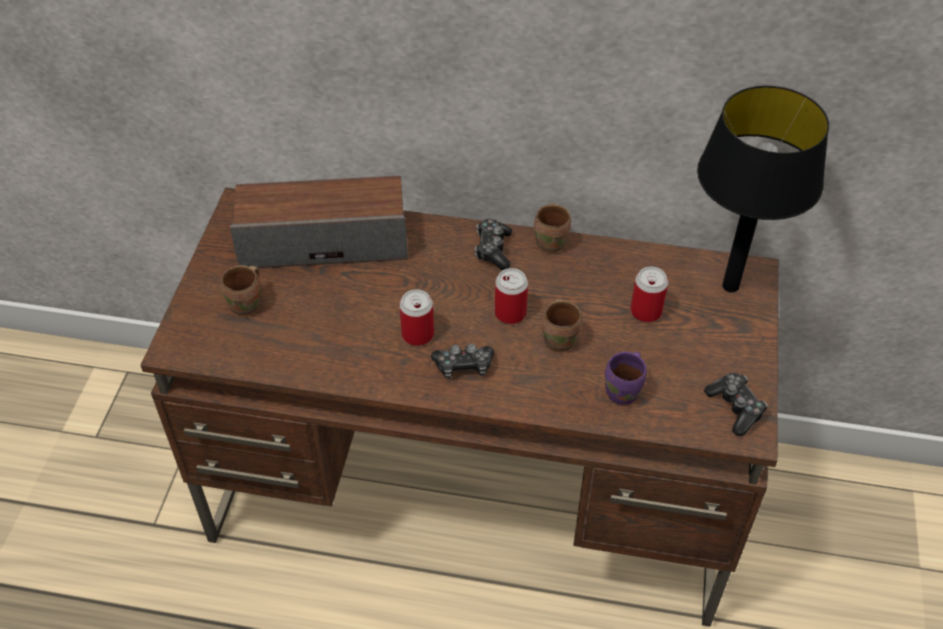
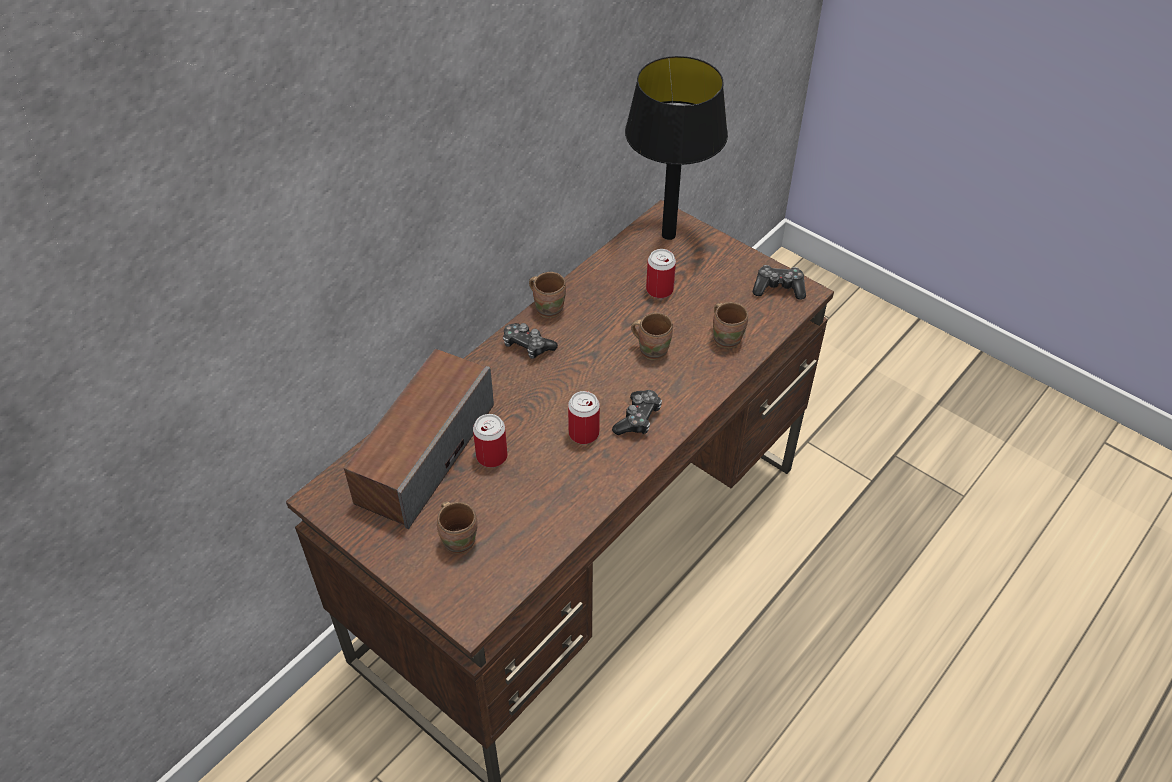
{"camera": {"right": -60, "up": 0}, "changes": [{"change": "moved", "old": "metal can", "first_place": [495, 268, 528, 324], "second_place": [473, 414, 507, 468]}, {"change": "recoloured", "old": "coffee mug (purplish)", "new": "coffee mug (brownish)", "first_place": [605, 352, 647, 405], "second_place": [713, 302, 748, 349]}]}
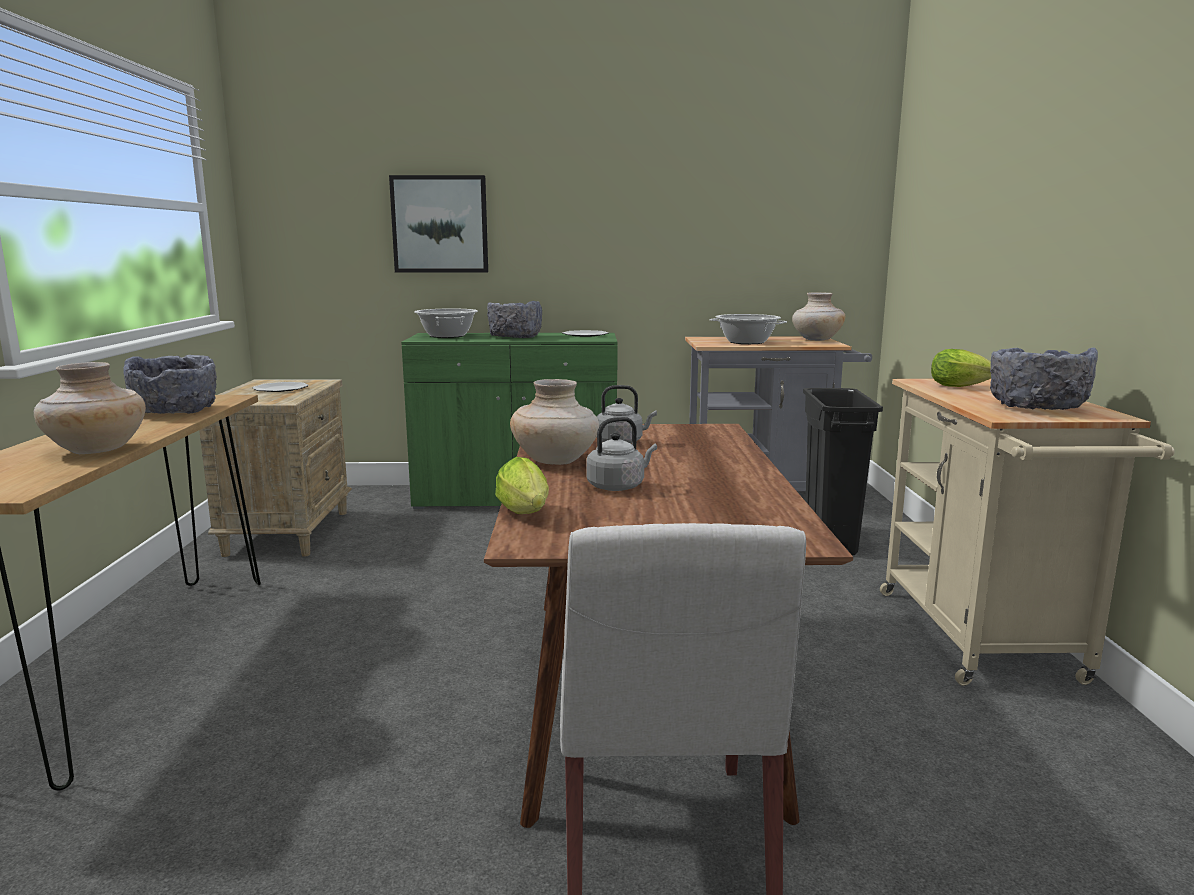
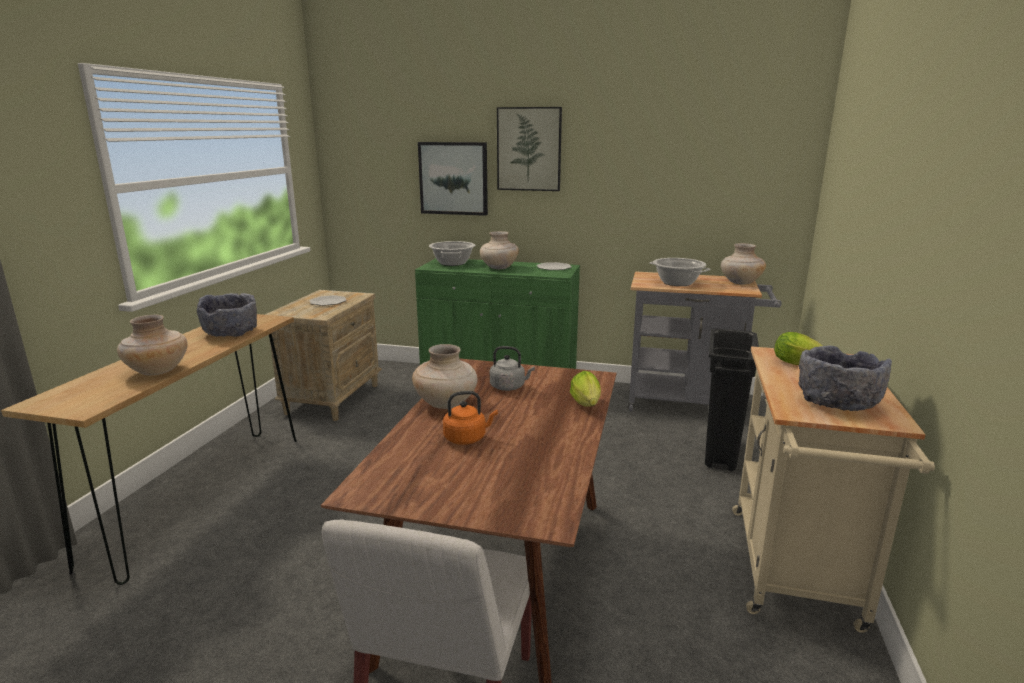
{"camera": {"right": 15, "up": 5}, "changes": [{"change": "replaced", "old": "serving bowl (greyish)", "new": "flower vase (beige-coloured)", "first_place": [487, 301, 542, 338], "second_place": [480, 231, 519, 269]}, {"change": "moved", "old": "lettuce", "first_place": [495, 457, 549, 514], "second_place": [570, 371, 601, 406]}, {"change": "recoloured", "old": "kettle (greyish)", "new": "kettle (orange-coloured)", "first_place": [586, 417, 657, 491], "second_place": [443, 391, 498, 445]}, {"change": "added", "new": "wall picture", "second_place": [497, 107, 562, 191]}]}
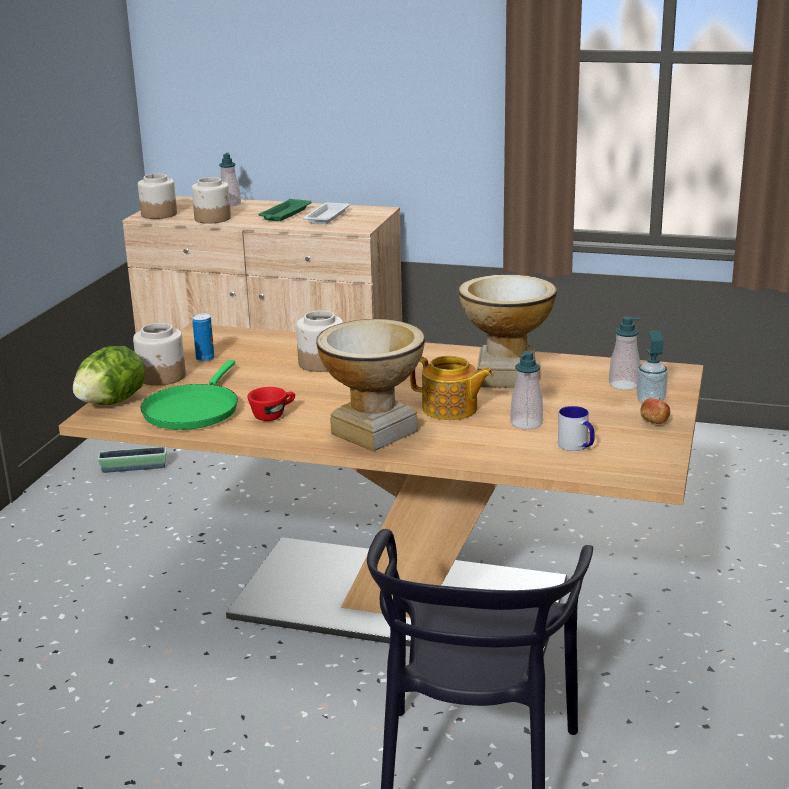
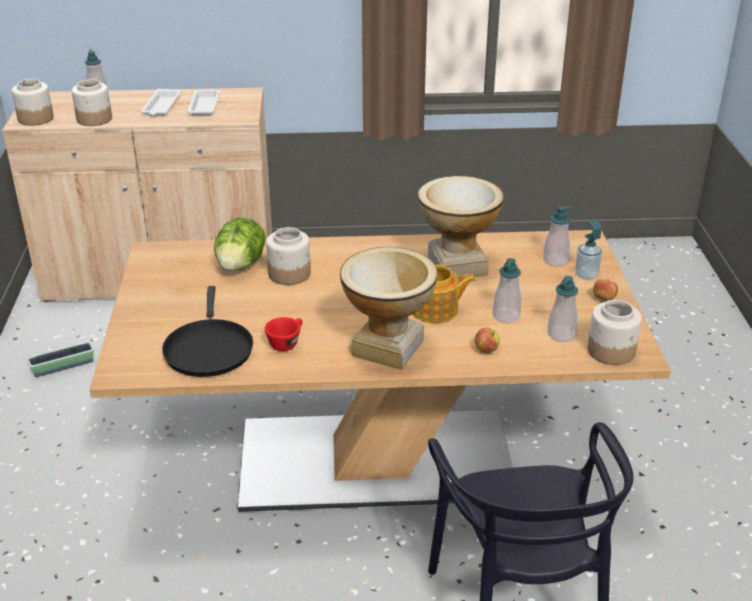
{"camera": {"right": -20, "up": 10}, "changes": [{"change": "moved", "old": "lettuce", "first_place": [73, 346, 145, 405], "second_place": [214, 217, 266, 271]}, {"change": "moved", "old": "storage jar", "first_place": [133, 323, 186, 386], "second_place": [587, 300, 642, 365]}, {"change": "recoloured", "old": "frying pan (greenish)", "new": "frying pan (black-coloured)", "first_place": [140, 360, 238, 430], "second_place": [162, 286, 253, 377]}, {"change": "removed", "old": "metal can", "first_place": [192, 313, 214, 362]}, {"change": "recoloured", "old": "serving tray (greenish)", "new": "serving tray (whitish)", "first_place": [258, 199, 312, 221], "second_place": [141, 89, 181, 116]}, {"change": "replaced", "old": "coffee mug", "new": "soap dispenser", "first_place": [558, 406, 595, 451], "second_place": [547, 276, 578, 342]}, {"change": "added", "new": "apple", "second_place": [475, 328, 500, 353]}]}
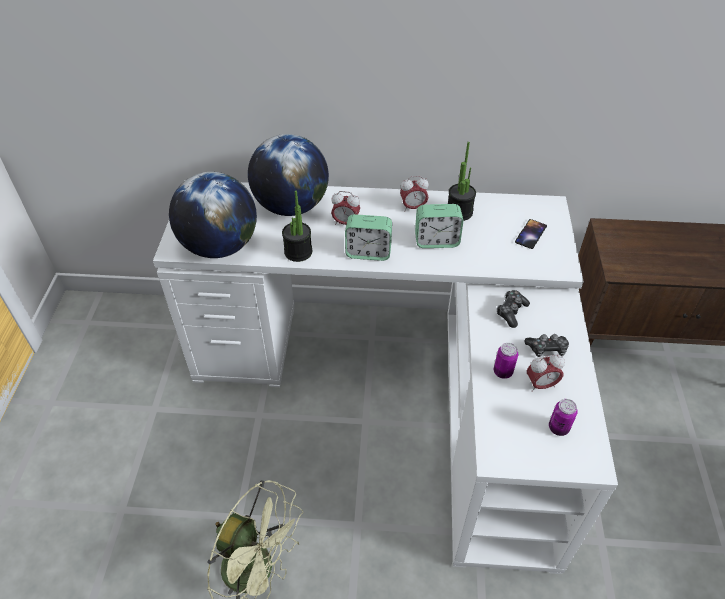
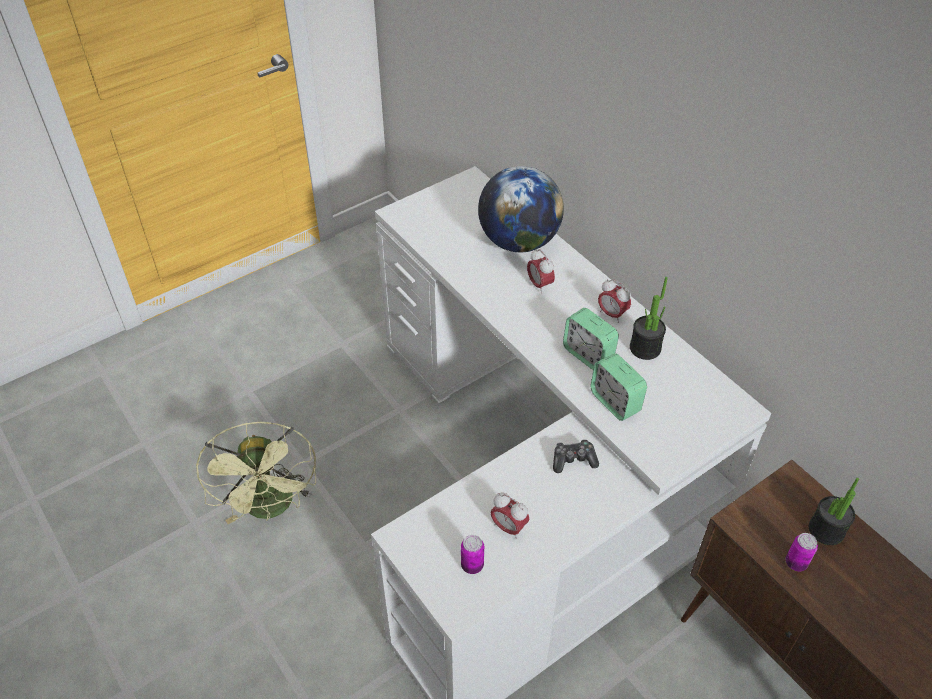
{"camera": {"right": 50, "up": 0}, "changes": [{"change": "removed", "old": "desk globe", "first_place": [169, 172, 257, 258]}, {"change": "moved", "old": "plant in a pot", "first_place": [282, 190, 312, 262], "second_place": [809, 478, 859, 545]}, {"change": "moved", "old": "bedside clock", "first_place": [345, 214, 392, 261], "second_place": [590, 353, 647, 421]}, {"change": "moved", "old": "metal can", "first_place": [494, 343, 518, 379], "second_place": [786, 533, 818, 571]}, {"change": "removed", "old": "telephone", "first_place": [515, 219, 547, 249]}, {"change": "removed", "old": "game controller", "first_place": [524, 334, 569, 357]}]}
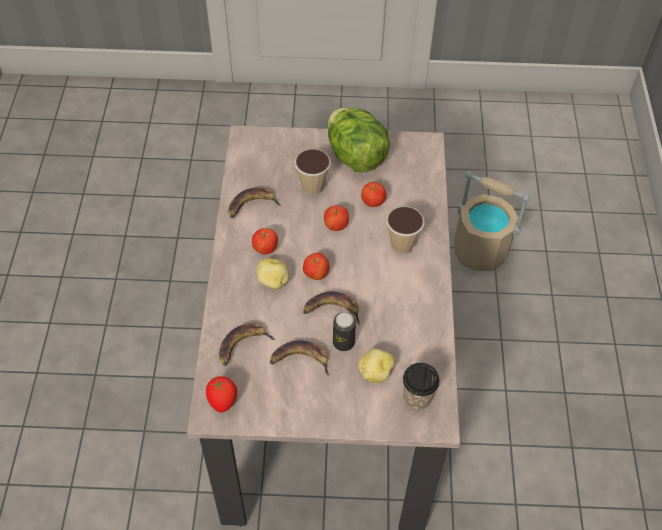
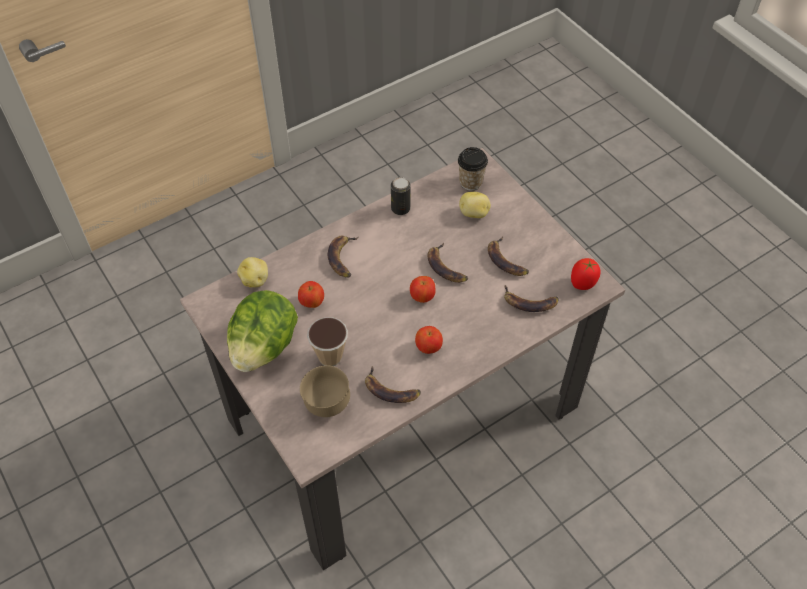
{"camera": {"right": -125, "up": 0}, "changes": [{"change": "moved", "old": "whole potato", "first_place": [257, 258, 289, 289], "second_place": [237, 257, 268, 288]}, {"change": "removed", "old": "apple", "first_place": [324, 205, 349, 231]}, {"change": "moved", "old": "metal can", "first_place": [333, 312, 356, 351], "second_place": [391, 177, 411, 215]}, {"change": "replaced", "old": "small cup", "new": "whole banana", "first_place": [387, 206, 425, 254], "second_place": [328, 236, 359, 278]}, {"change": "removed", "old": "water bucket (beige-coloured)", "first_place": [454, 171, 530, 271]}, {"change": "added", "new": "serving bowl (brownish)", "second_place": [300, 365, 350, 417]}]}
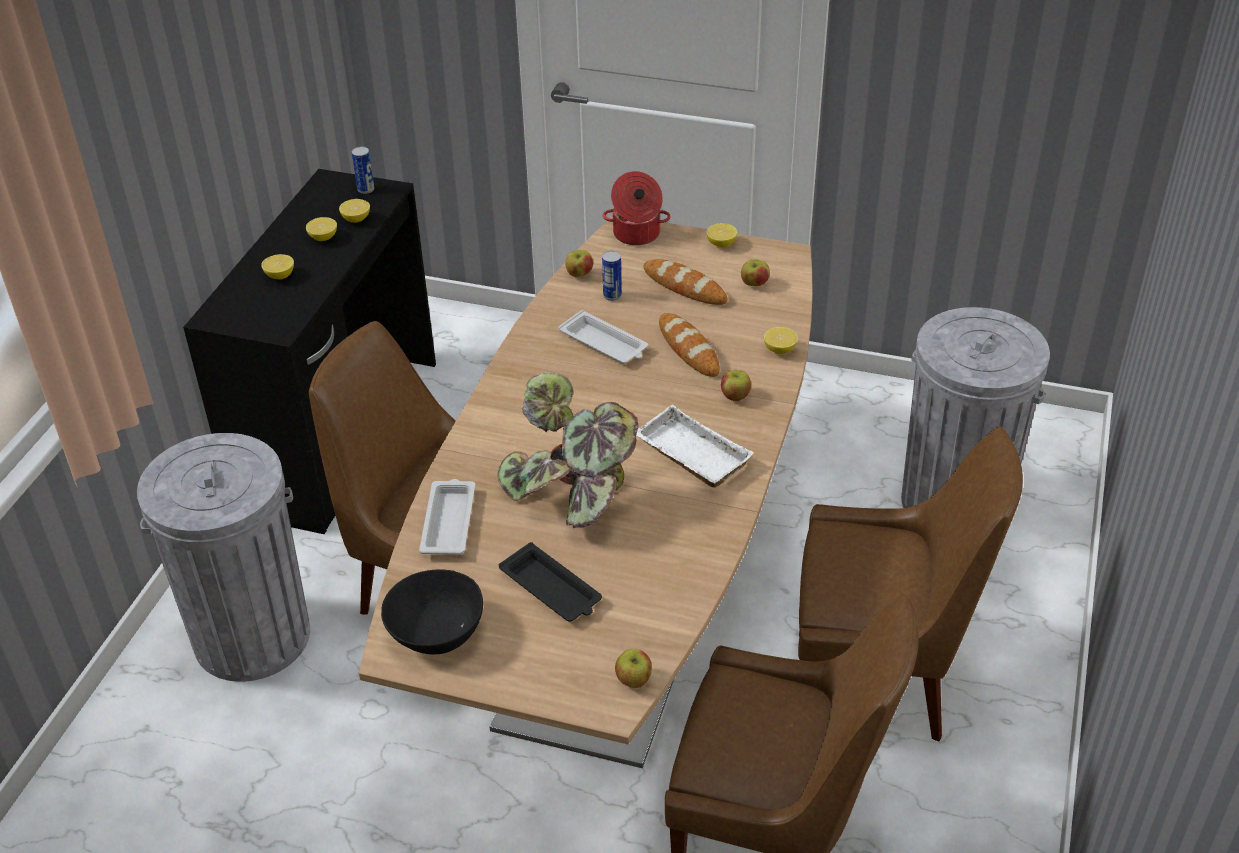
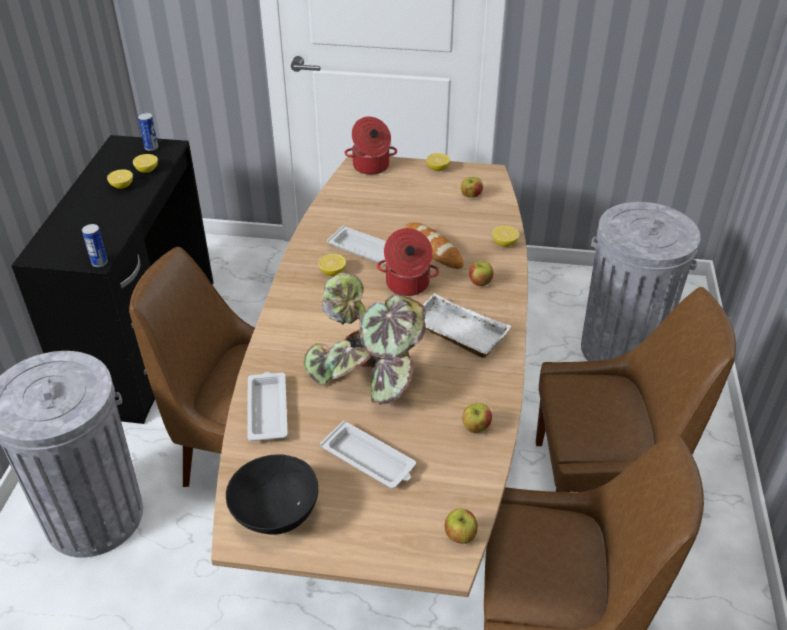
{"camera": {"right": -10, "up": 0}, "changes": [{"change": "moved", "old": "whole lemon", "first_place": [261, 254, 294, 279], "second_place": [318, 254, 346, 276]}, {"change": "recoloured", "old": "serving tray (black-coloured)", "new": "serving tray (whitish)", "first_place": [499, 542, 602, 622], "second_place": [320, 421, 416, 488]}, {"change": "moved", "old": "apple", "first_place": [565, 250, 593, 277], "second_place": [462, 403, 492, 433]}, {"change": "moved", "old": "metal can", "first_place": [602, 251, 622, 301], "second_place": [82, 224, 108, 267]}, {"change": "removed", "old": "bread", "first_place": [644, 259, 728, 305]}, {"change": "added", "new": "cooking pot", "second_place": [377, 228, 439, 296]}]}
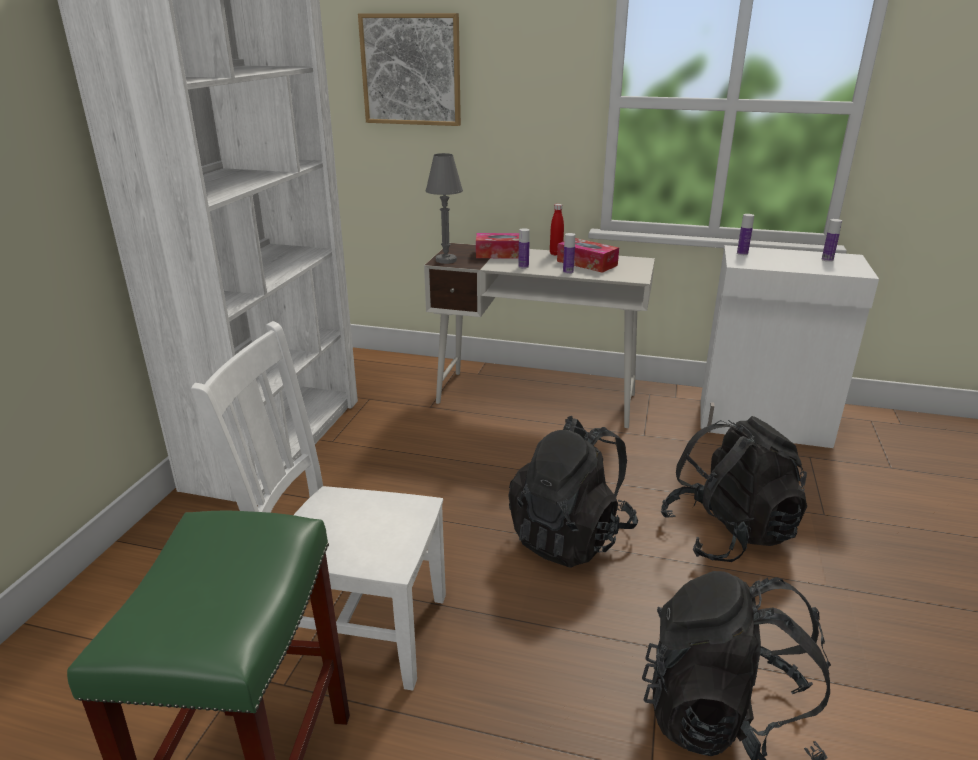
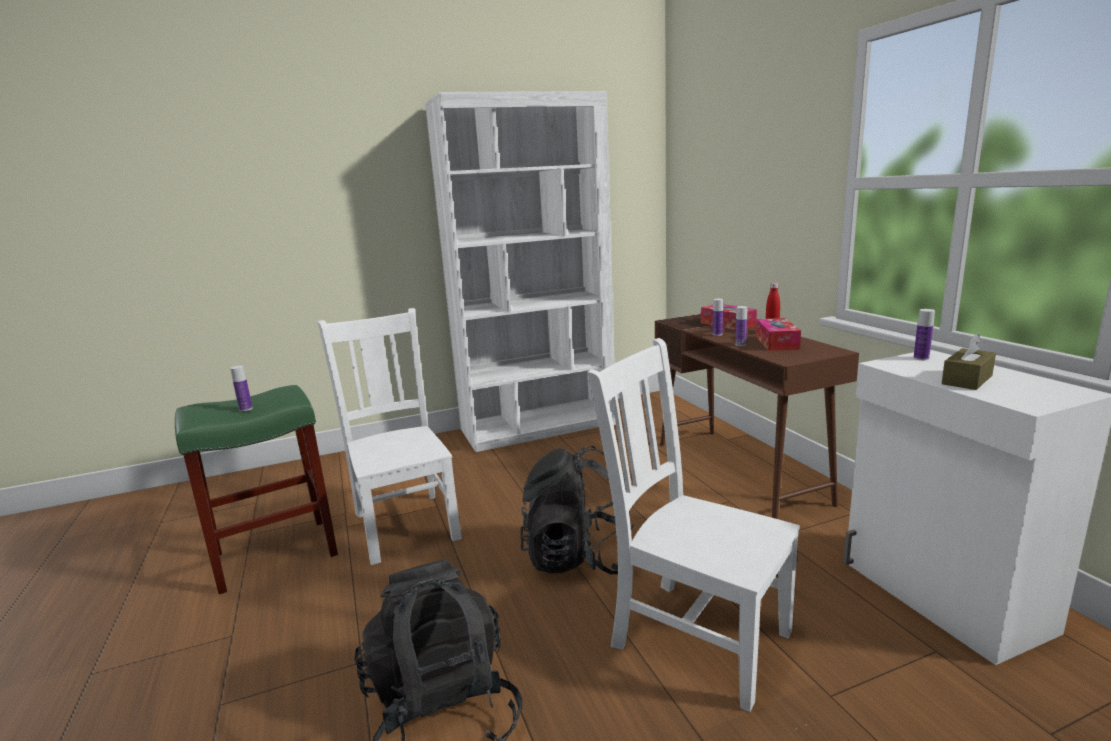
{"camera": {"right": 55, "up": -10}, "changes": [{"change": "removed", "old": "wall picture", "first_place": [358, 13, 461, 126]}, {"change": "recoloured", "old": "desk table (whitish)", "new": "desk table (brownish)", "first_place": [424, 243, 655, 428], "second_place": [655, 314, 859, 519]}, {"change": "removed", "old": "tabletop lamp (greyish)", "first_place": [426, 153, 463, 264]}, {"change": "replaced", "old": "rucksack (black-coloured)", "new": "plain chair (whitish)", "first_place": [661, 416, 807, 562], "second_place": [587, 338, 800, 712]}, {"change": "moved", "old": "beverage bottle", "first_place": [822, 219, 842, 262], "second_place": [230, 366, 253, 411]}, {"change": "added", "new": "box of tissues (brownish)", "second_place": [941, 333, 996, 390]}]}
